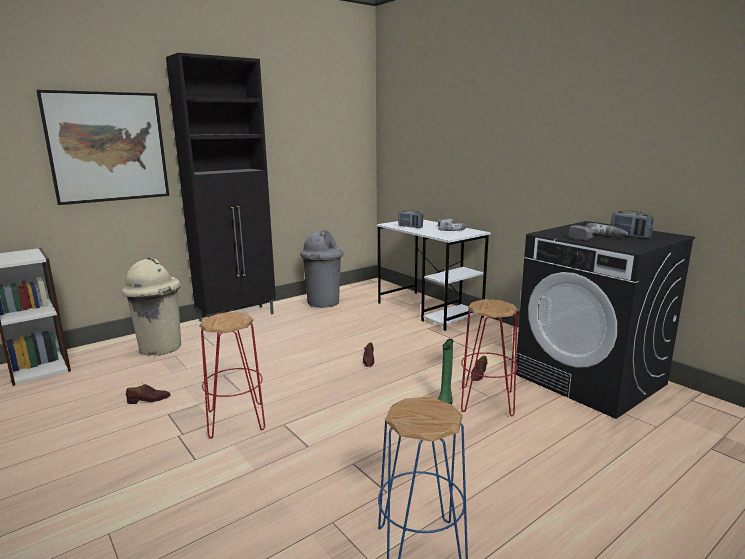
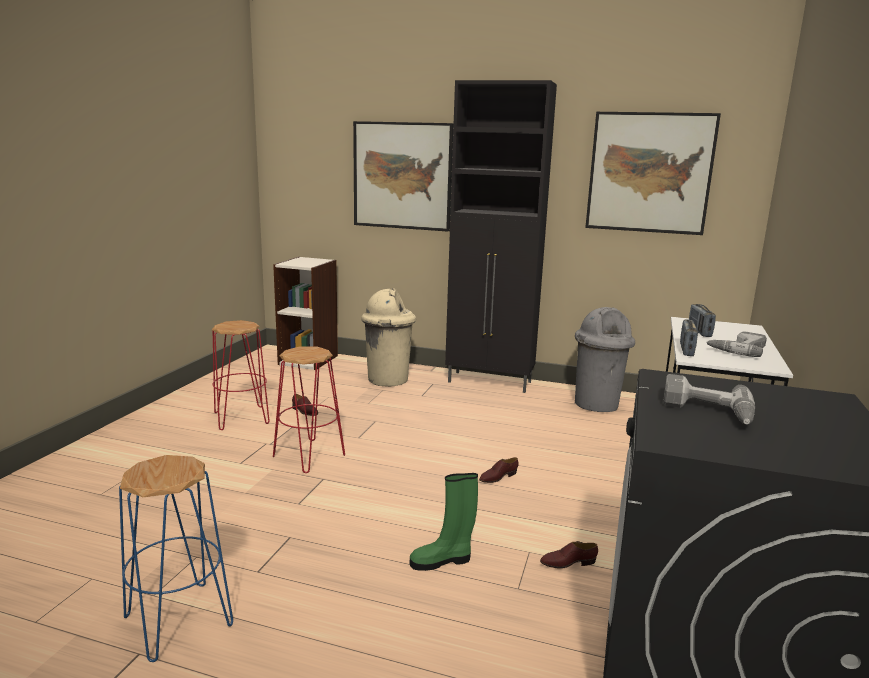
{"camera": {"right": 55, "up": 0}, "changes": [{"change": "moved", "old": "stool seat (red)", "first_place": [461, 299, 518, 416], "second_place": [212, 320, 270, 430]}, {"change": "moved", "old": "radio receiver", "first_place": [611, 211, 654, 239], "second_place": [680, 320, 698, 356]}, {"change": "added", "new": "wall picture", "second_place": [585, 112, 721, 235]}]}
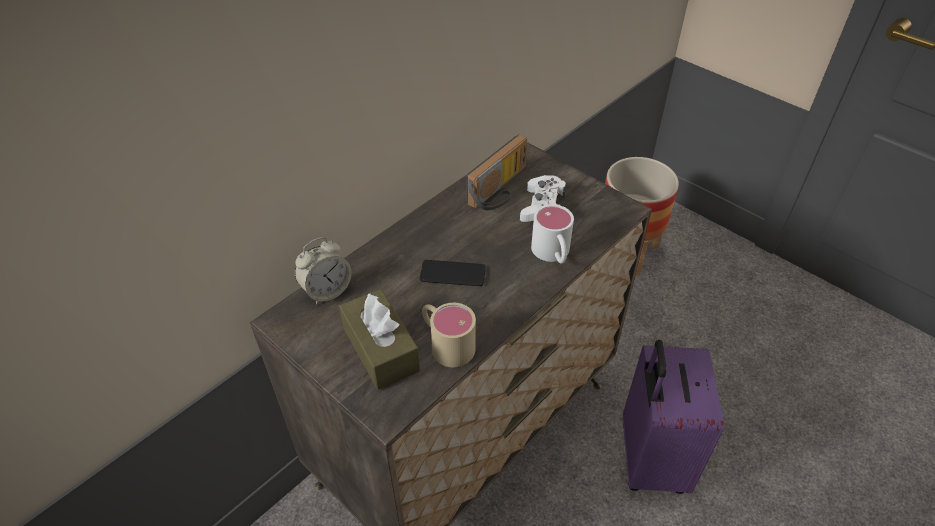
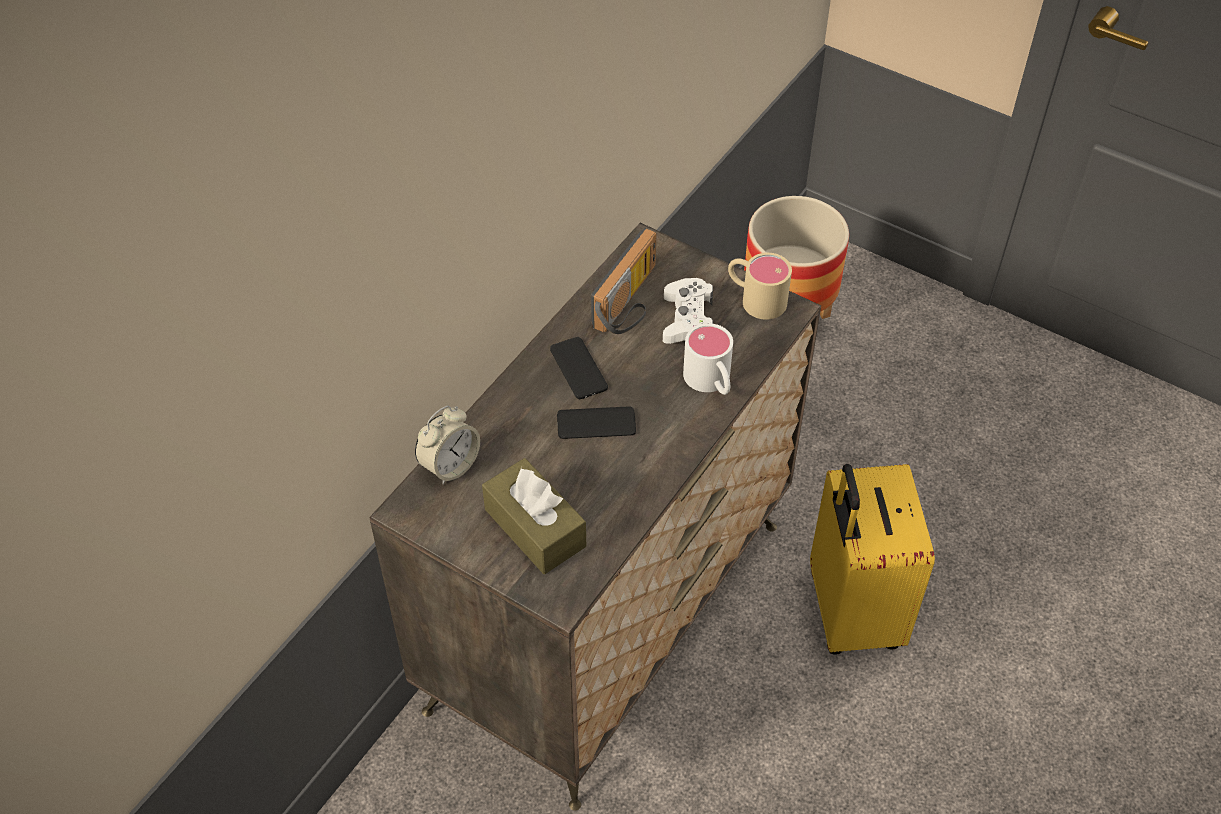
{"camera": {"right": -10, "up": 5}, "changes": [{"change": "moved", "old": "coffee mug (beige-coloured)", "first_place": [422, 303, 476, 367], "second_place": [728, 253, 792, 320]}, {"change": "recoloured", "old": "suitcase (purplish)", "new": "suitcase (yellow)", "first_place": [623, 340, 724, 494], "second_place": [810, 464, 935, 654]}, {"change": "added", "new": "telephone", "second_place": [550, 337, 608, 399]}]}
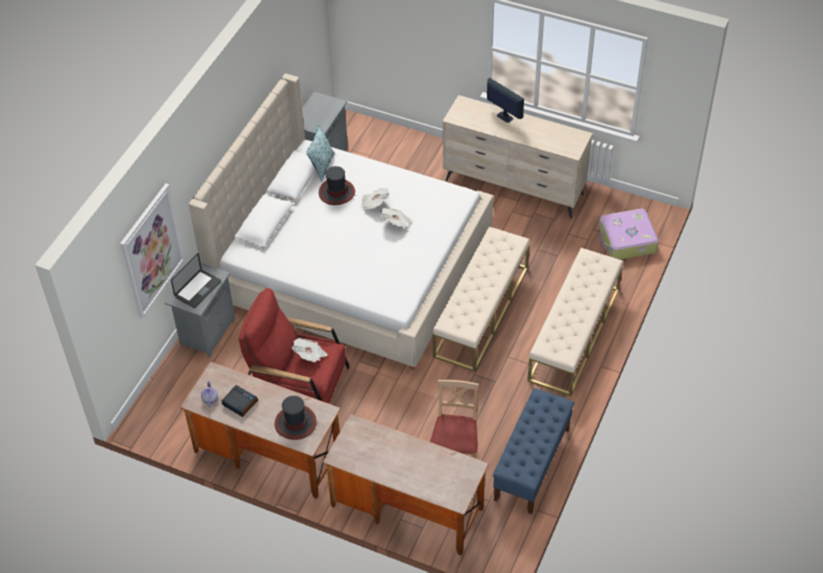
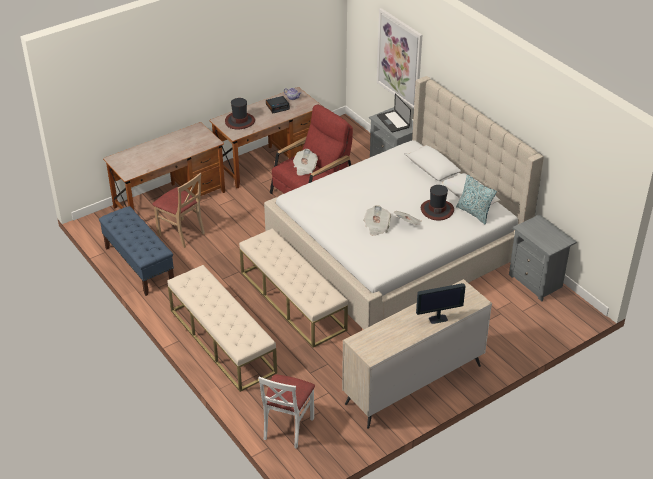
{"camera": {"right": 120, "up": -10}, "changes": [{"change": "replaced", "old": "suitcase", "new": "plain chair (whitish)", "first_place": [599, 209, 659, 260], "second_place": [258, 374, 315, 449]}]}
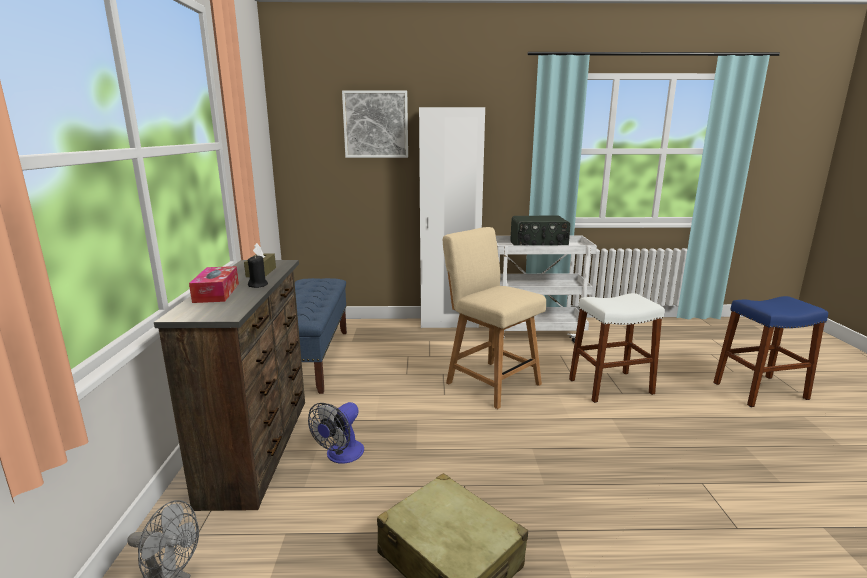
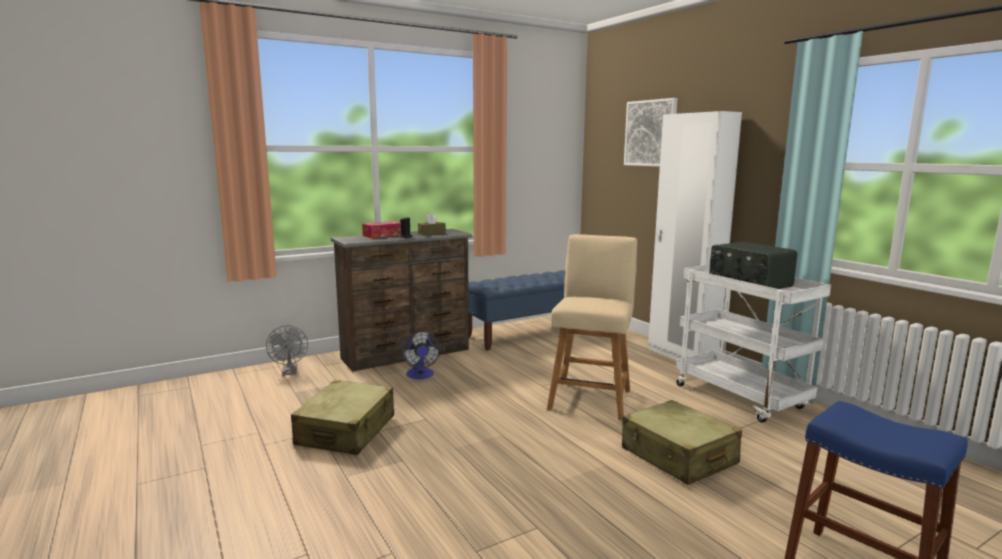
{"camera": {"right": 60, "up": -5}, "changes": [{"change": "turned", "old": "electric fan", "first_place": [308, 402, 364, 464], "second_place": [402, 331, 441, 379], "degrees": -105}, {"change": "replaced", "old": "stool seat (whitish)", "new": "suitcase (beige-coloured)", "first_place": [569, 293, 664, 403], "second_place": [622, 400, 742, 485]}]}
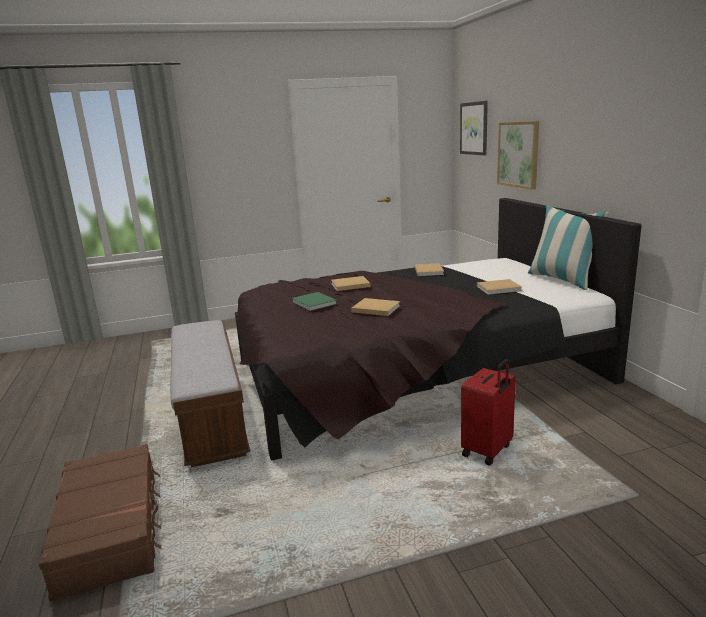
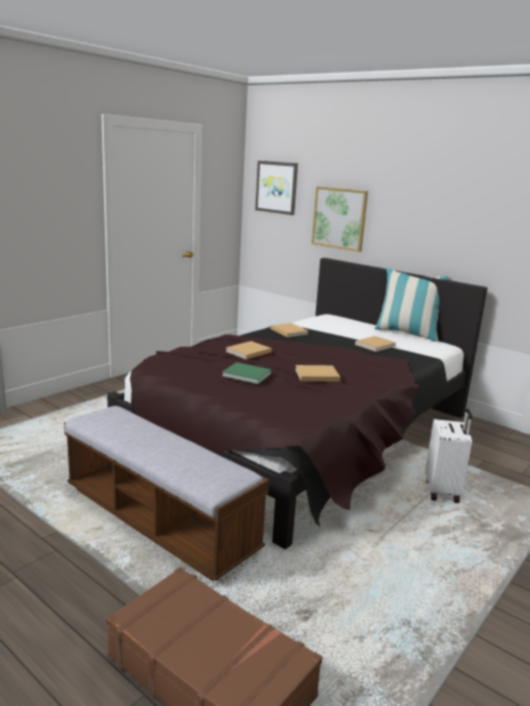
{"camera": {"right": -35, "up": 0}, "changes": [{"change": "recoloured", "old": "suitcase (red)", "new": "suitcase (whitish)", "first_place": [461, 359, 516, 466], "second_place": [425, 409, 472, 503]}]}
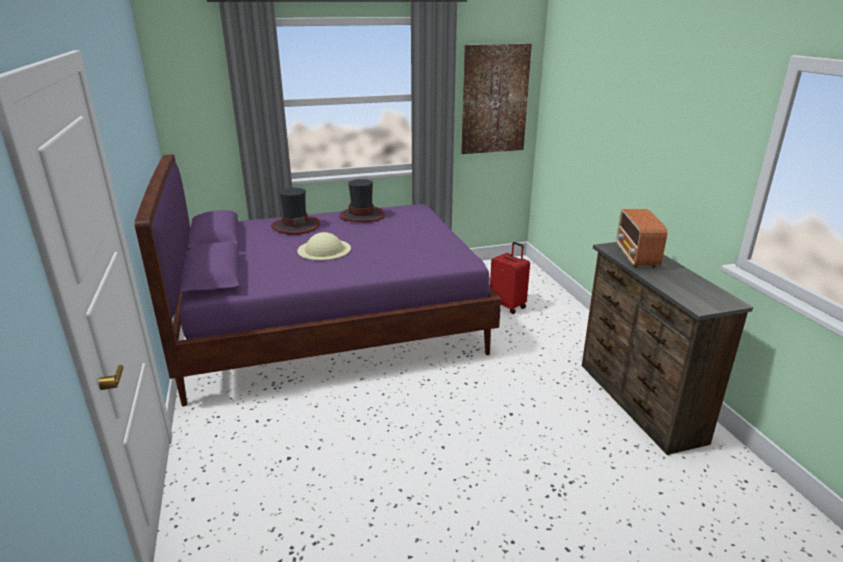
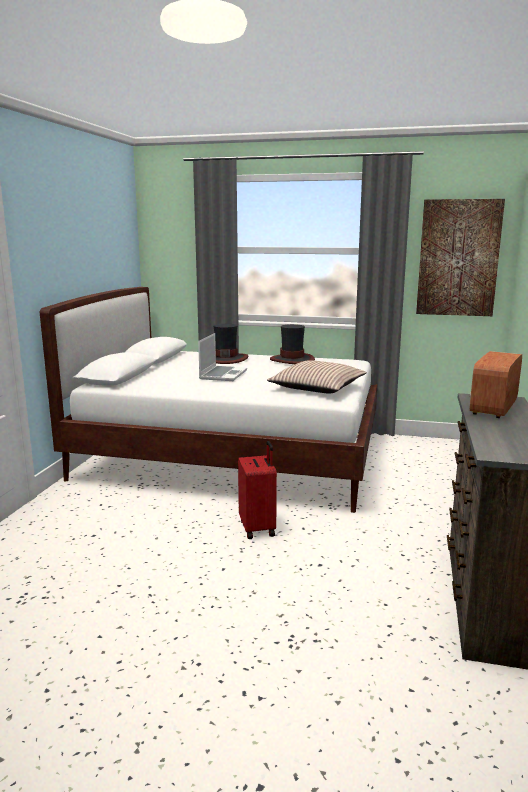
{"camera": {"right": 30, "up": -10}, "changes": [{"change": "recoloured", "old": "sleeping bed (purplish)", "new": "sleeping bed (whitish)", "first_place": [134, 154, 501, 406], "second_place": [40, 287, 377, 513]}, {"change": "replaced", "old": "hat (beige-coloured)", "new": "laptop", "first_place": [297, 232, 351, 260], "second_place": [198, 333, 247, 381]}, {"change": "moved", "old": "suitcase (red)", "first_place": [490, 242, 530, 314], "second_place": [238, 441, 277, 539]}, {"change": "added", "new": "cushion", "second_place": [267, 360, 367, 393]}]}
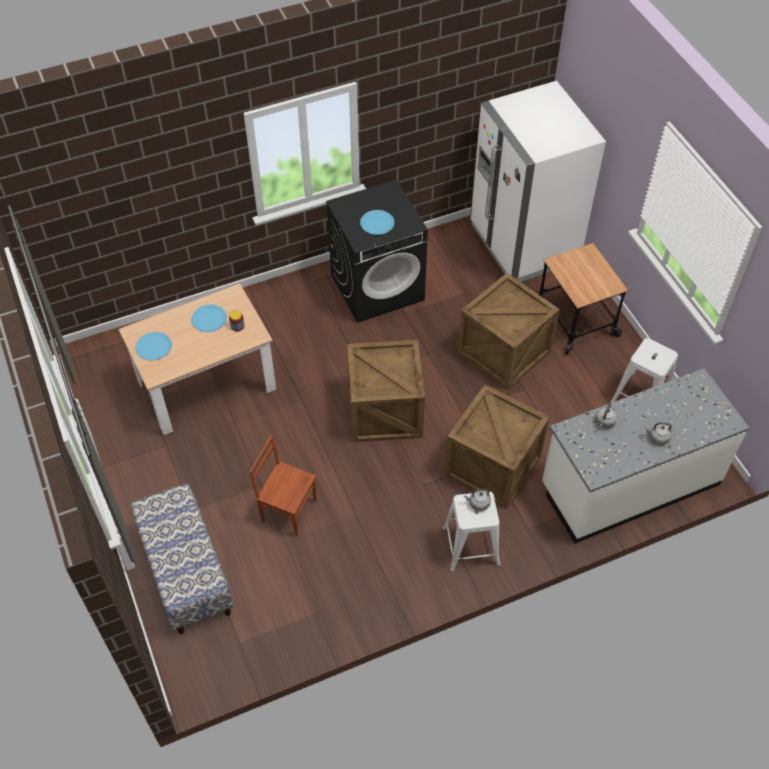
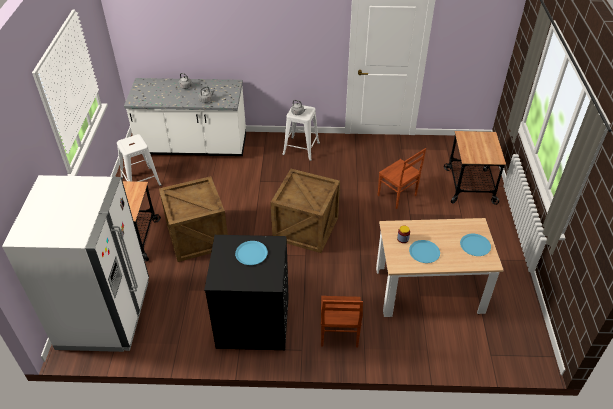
{"camera": {"right": -155, "up": -10}, "changes": [{"change": "replaced", "old": "indoor bench", "new": "wheeled cart", "first_place": [131, 484, 234, 634], "second_place": [444, 131, 506, 205]}, {"change": "removed", "old": "crate", "first_place": [444, 385, 550, 509]}, {"change": "added", "new": "plain chair (brownish)", "second_place": [321, 296, 363, 347]}]}
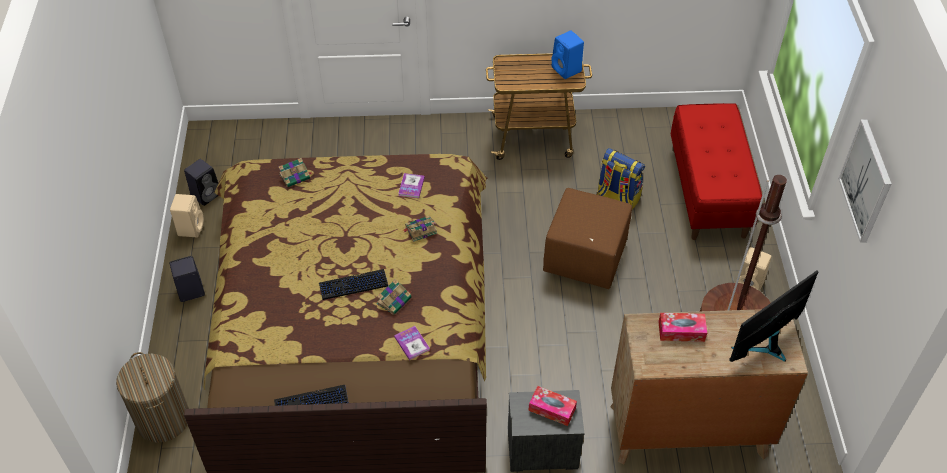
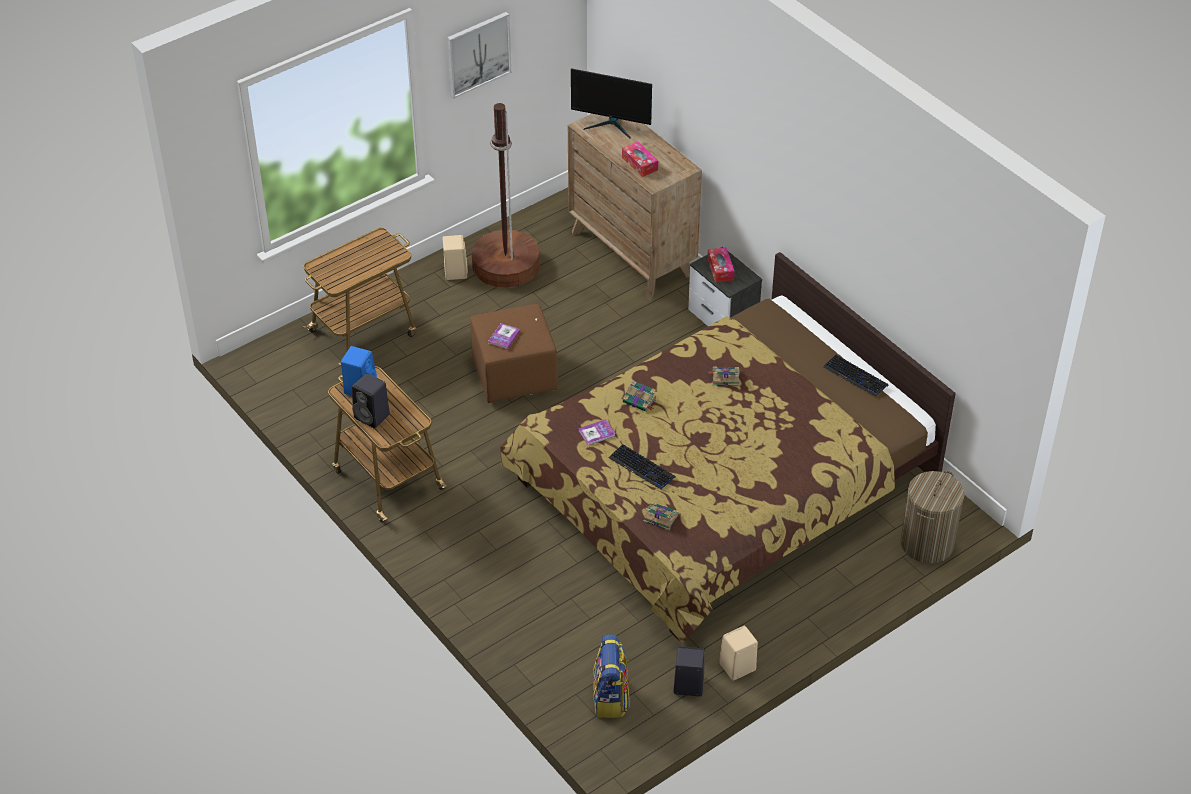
{"camera": {"right": -125, "up": -5}, "changes": [{"change": "moved", "old": "speaker (black-coloured)", "first_place": [170, 256, 205, 302], "second_place": [352, 373, 390, 428]}, {"change": "moved", "old": "computer keyboard", "first_place": [319, 269, 388, 300], "second_place": [609, 444, 675, 490]}, {"change": "moved", "old": "book", "first_place": [394, 326, 430, 360], "second_place": [489, 323, 520, 350]}, {"change": "moved", "old": "rucksack", "first_place": [597, 148, 645, 209], "second_place": [593, 634, 630, 718]}, {"change": "replaced", "old": "indoor bench (red)", "new": "wheeled cart", "first_place": [671, 103, 762, 240], "second_place": [303, 228, 417, 365]}]}
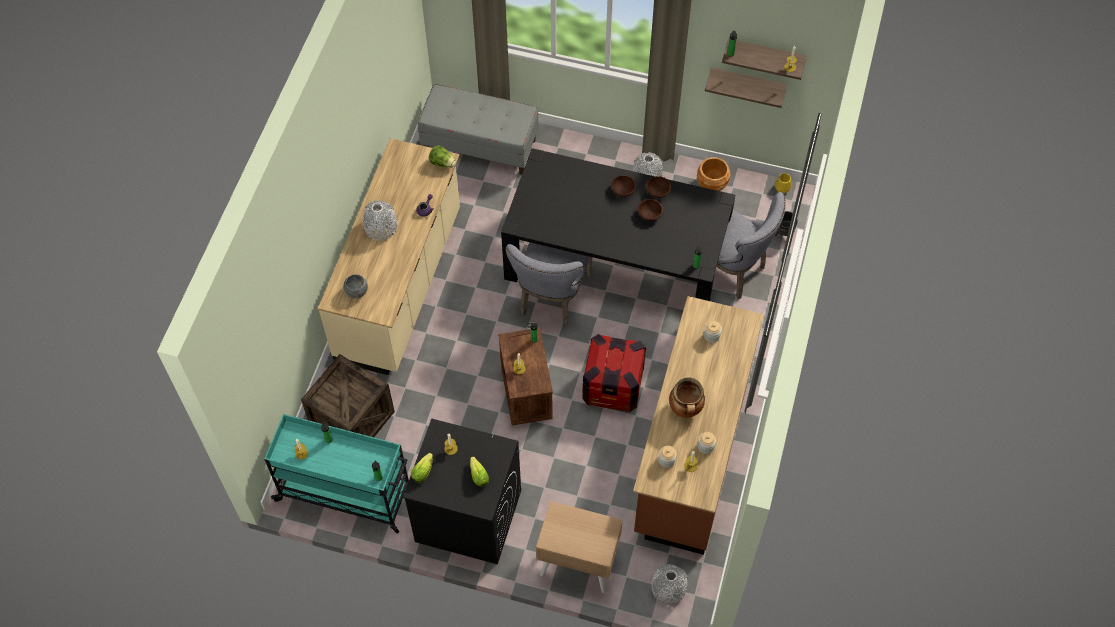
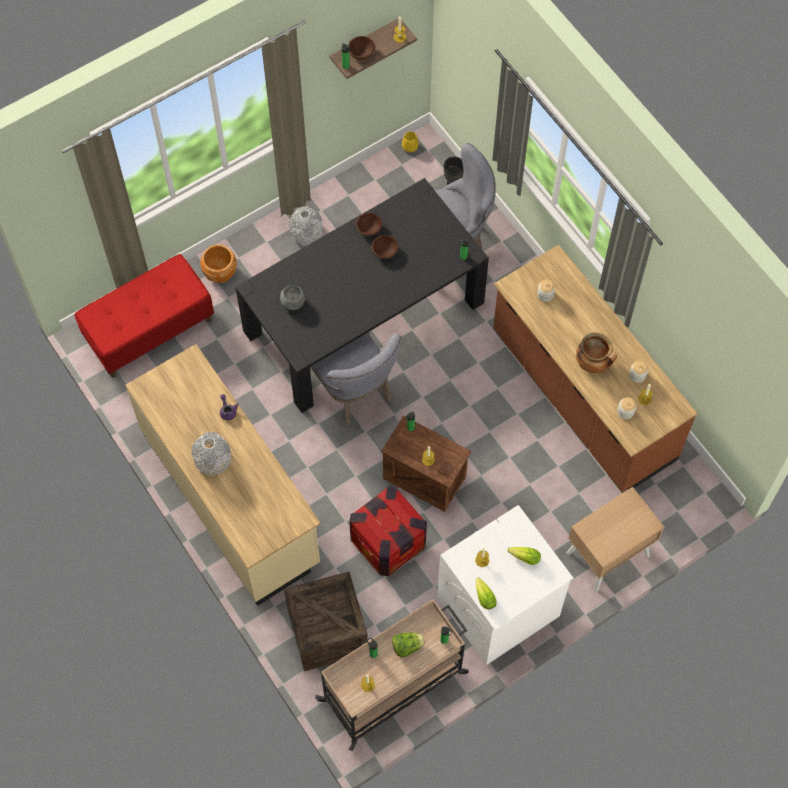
{"camera": {"right": -50, "up": 5}, "changes": [{"change": "recoloured", "old": "wheeled cart (turquoise-coloured)", "new": "wheeled cart (beige-coloured)", "first_place": [264, 414, 409, 534], "second_place": [315, 599, 469, 751]}, {"change": "moved", "old": "serving bowl (greyish)", "first_place": [343, 274, 368, 299], "second_place": [280, 285, 305, 310]}, {"change": "recoloured", "old": "laundry machine (black-coloured)", "new": "laundry machine (whitish)", "first_place": [403, 418, 521, 564], "second_place": [437, 505, 573, 665]}, {"change": "recoloured", "old": "indoor bench (greyish)", "new": "indoor bench (red)", "first_place": [418, 84, 538, 174], "second_place": [75, 254, 214, 378]}, {"change": "moved", "old": "lettuce", "first_place": [429, 145, 456, 168], "second_place": [392, 633, 425, 657]}, {"change": "moved", "old": "crate", "first_place": [582, 334, 646, 412], "second_place": [350, 486, 427, 576]}, {"change": "moved", "old": "serving bowl (brownish)", "first_place": [611, 175, 636, 197], "second_place": [348, 36, 375, 60]}, {"change": "removed", "old": "flower vase (greyish)", "first_place": [652, 564, 688, 605]}, {"change": "moved", "old": "planter (brownish)", "first_place": [697, 157, 730, 191], "second_place": [200, 245, 237, 283]}, {"change": "removed", "old": "wall shelf", "first_place": [705, 68, 787, 108]}]}
